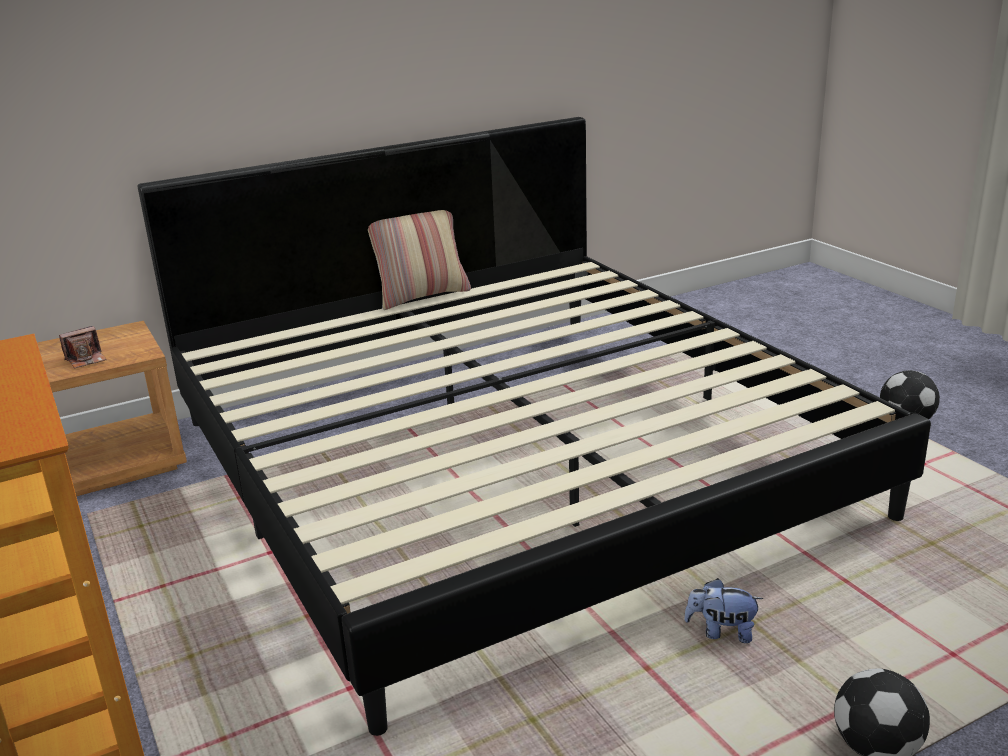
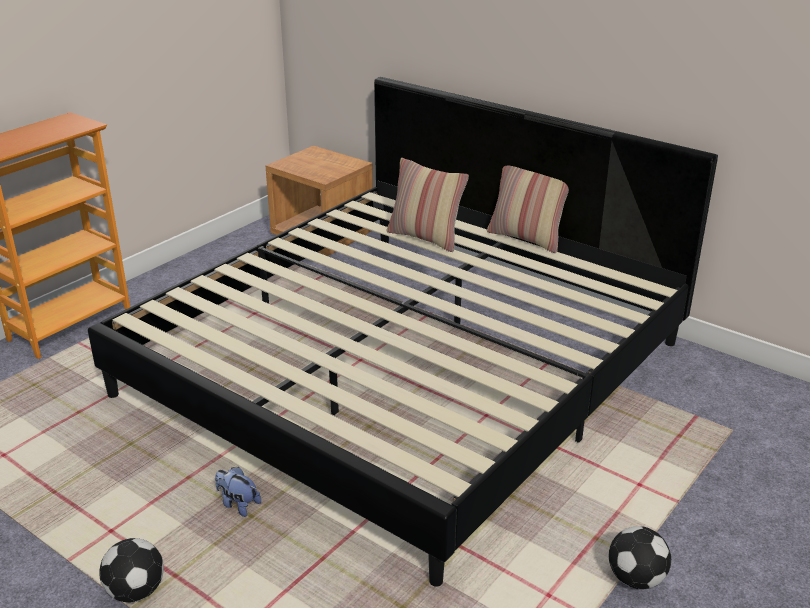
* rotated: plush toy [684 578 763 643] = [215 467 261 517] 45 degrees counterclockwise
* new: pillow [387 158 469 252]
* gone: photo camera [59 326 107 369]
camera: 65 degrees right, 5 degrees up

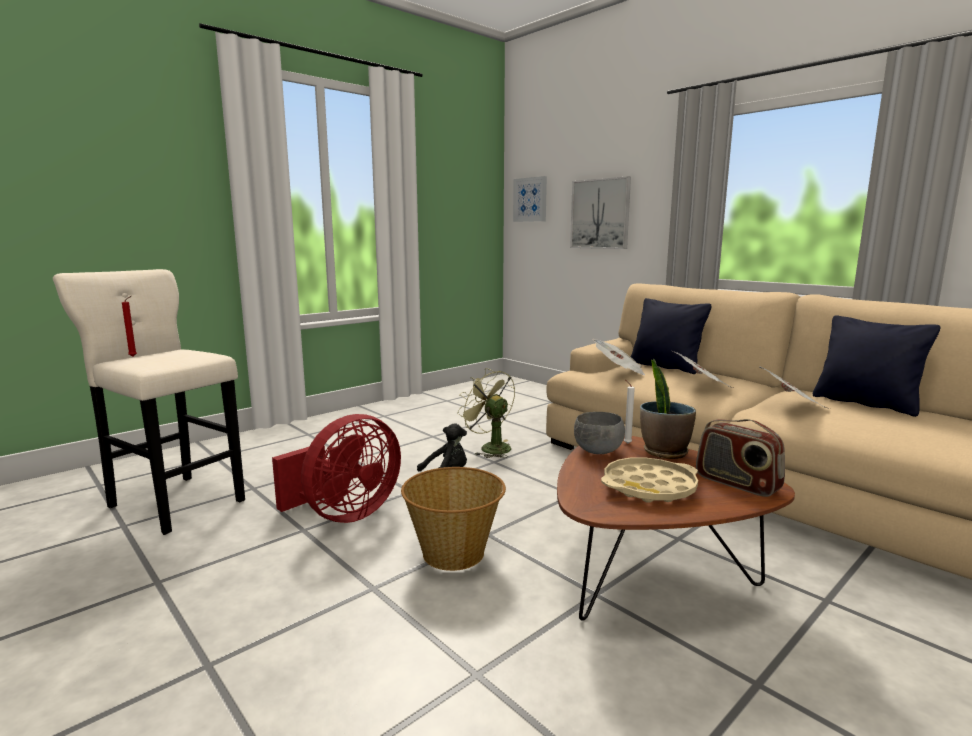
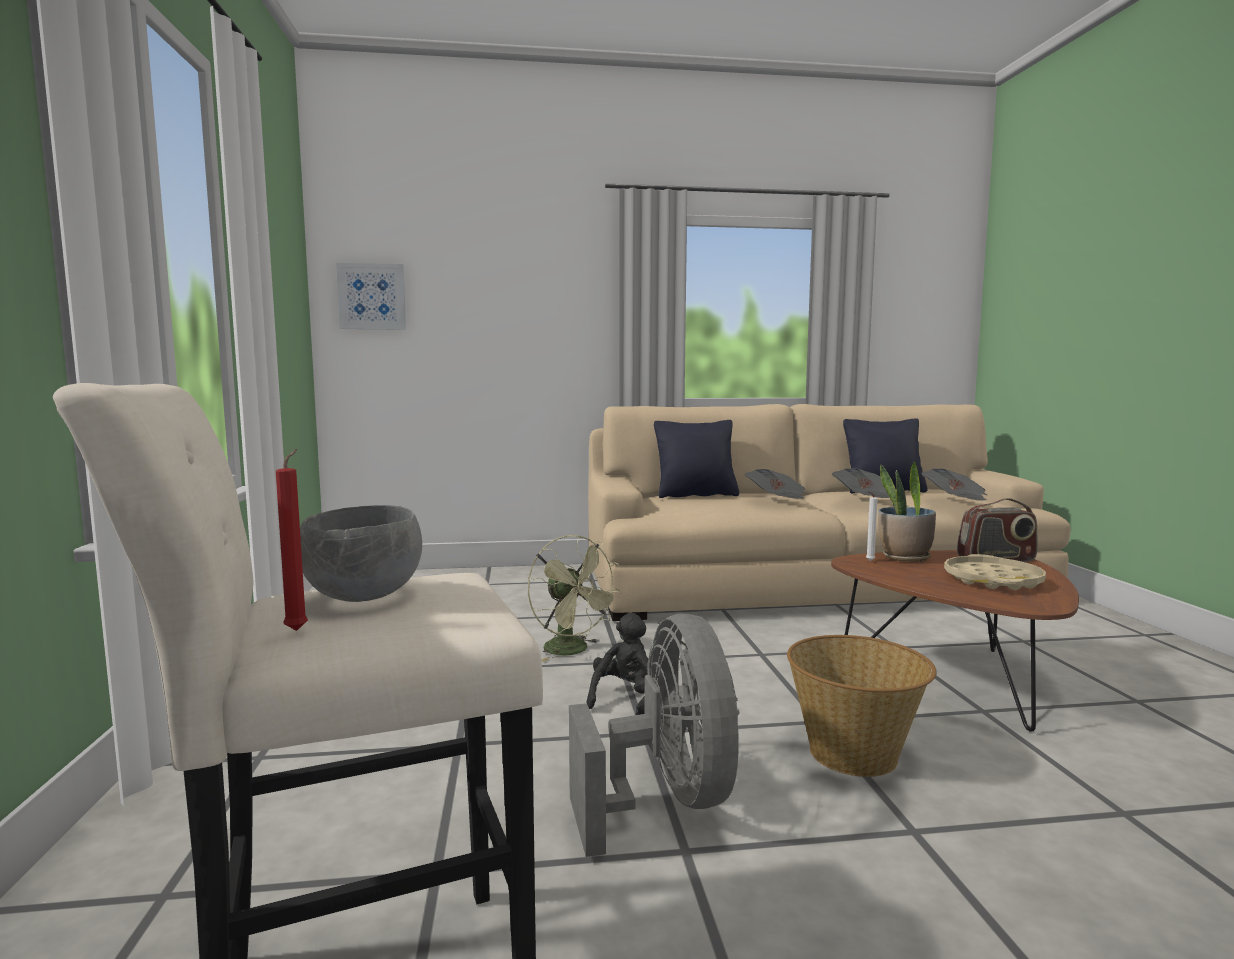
* shifted: bowl (grey) [574 412 625 454] to [300 505 422 602]
* rotated: fan (green) [457 368 515 458] = [528 535 622 662] 120 degrees counterclockwise
* repainted: fan (red) [272 414 401 523] to fan (grey) [569 613 739 857]
* shifted: newspaper [592 339 646 376] to [921 468 987 501]
* gone: picture [570 176 631 249]
camera: 55 degrees left, 5 degrees down

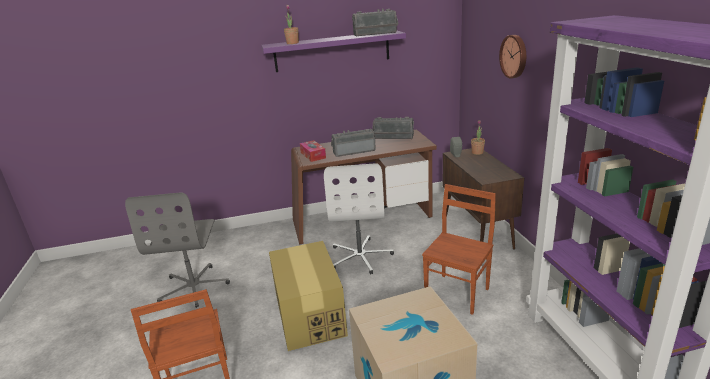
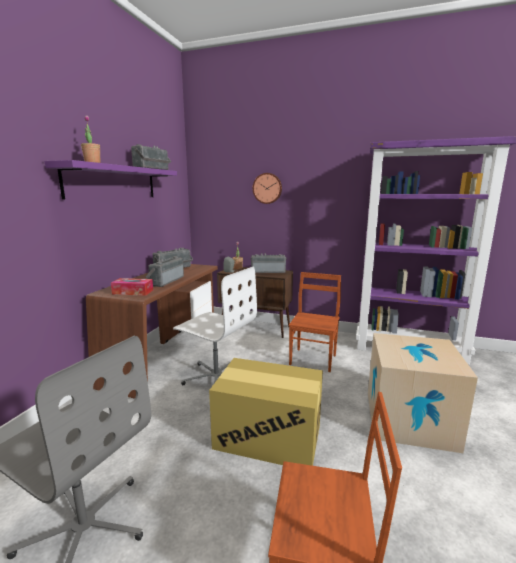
* new: radio [251 253 286 273]
* rotated: chair (brown) [422 184 496 315] = [289 272 341 372] 45 degrees clockwise
camera: 60 degrees left, 10 degrees down

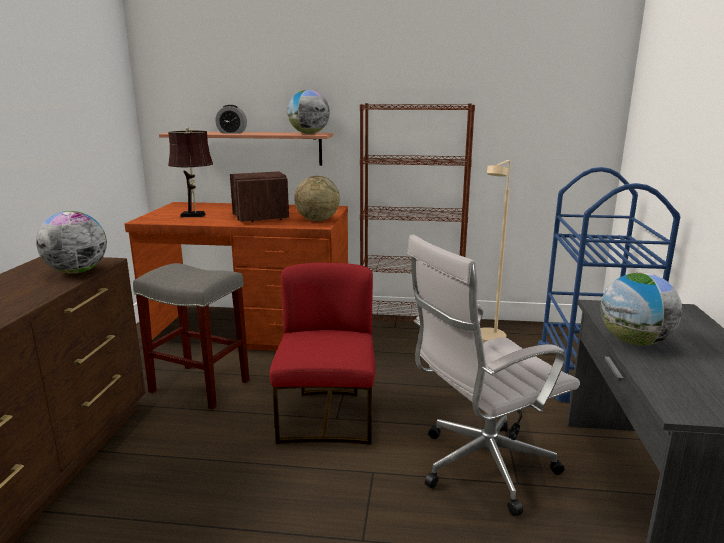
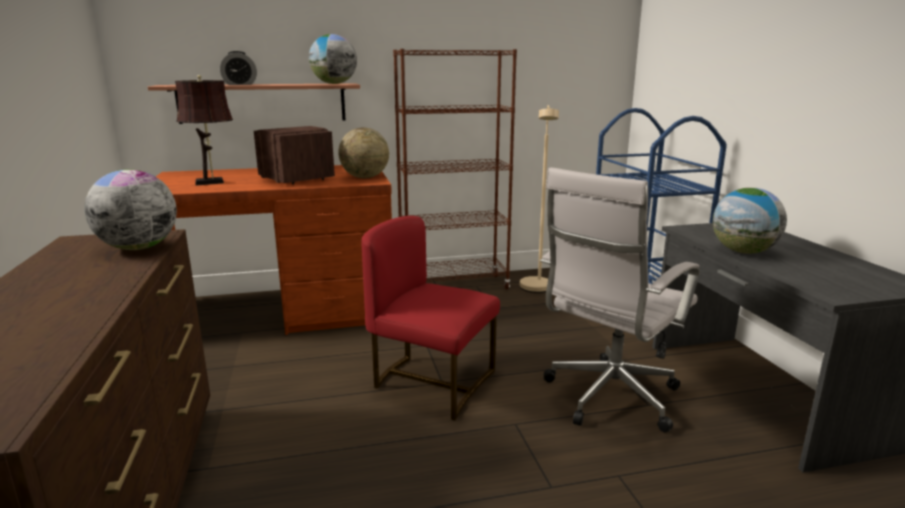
* rotated: chair (red) [270 263 375 445] = [362 216 500 421] 45 degrees counterclockwise
* gone: stool (grey) [133 263 249 410]
camera: 20 degrees left, 0 degrees up

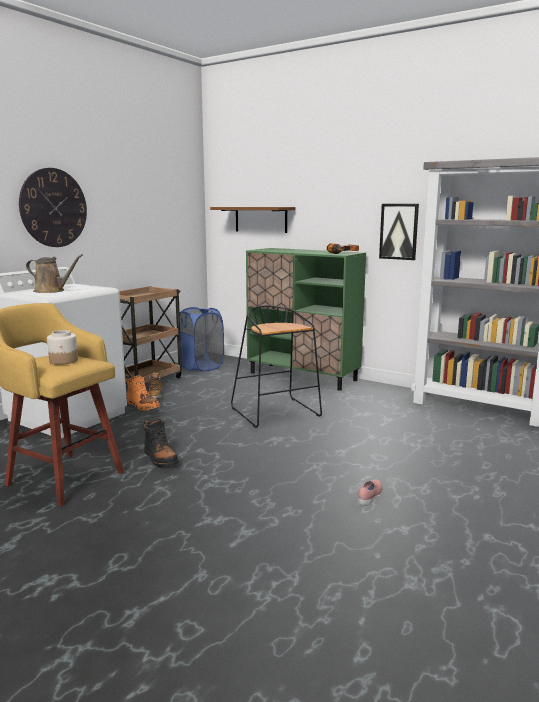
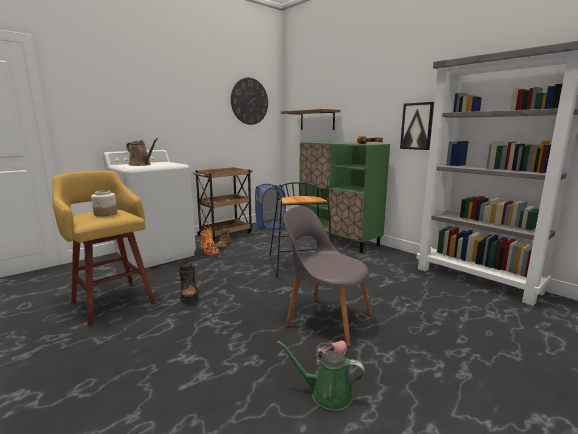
* shifted: wall clock [19 168 87 247] to [231 78 268 125]
* new: watering can (green) [277 341 365 411]
* new: chair (grey) [284 206 371 346]
camera: 15 degrees right, 0 degrees up

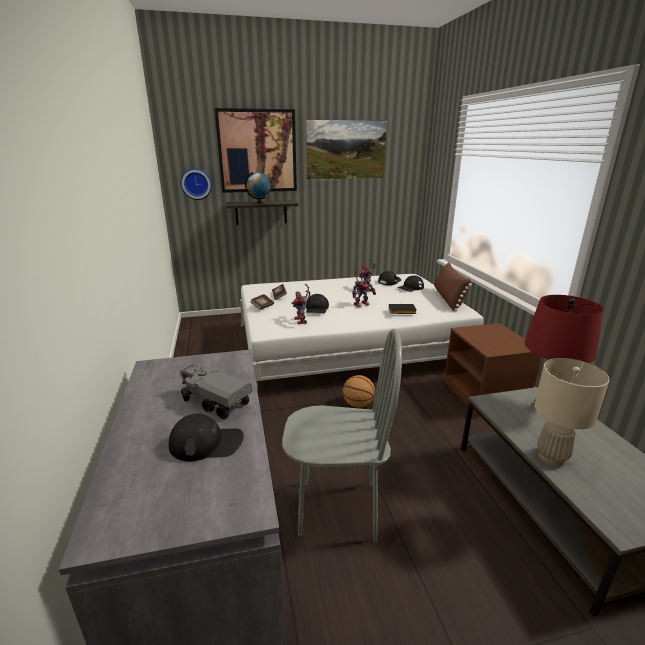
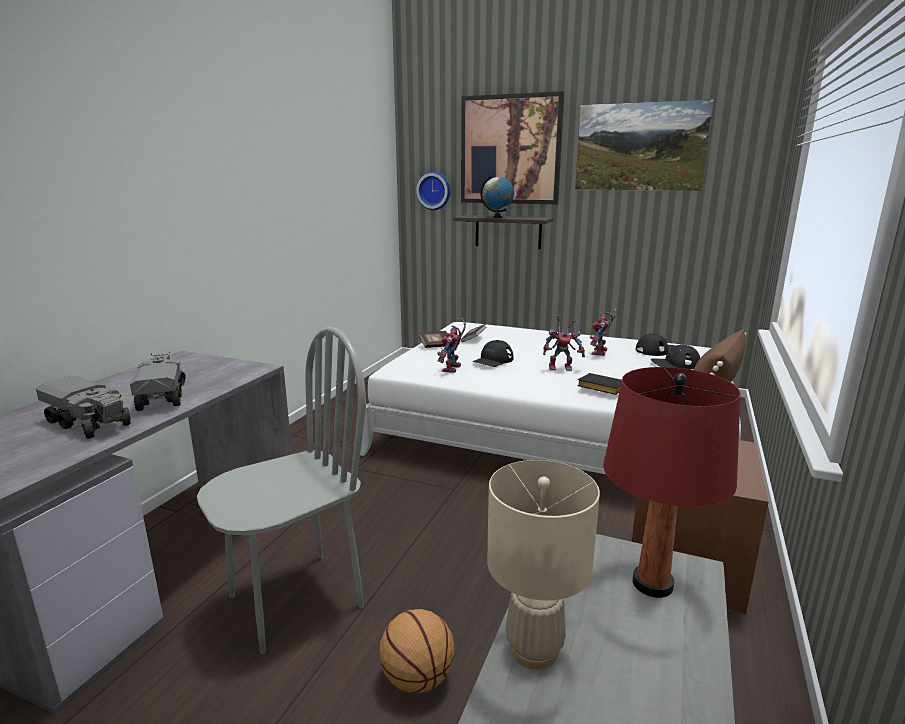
* swapped: cap (black) [168 413 244 461] to toy truck [36 376 131 439]
* rotated: chair (grey) [282 328 402 542] = [197 327 366 654] 75 degrees counterclockwise
* shifted: basketball [343 375 375 408] to [379 609 455 694]
camera: 35 degrees right, 5 degrees down

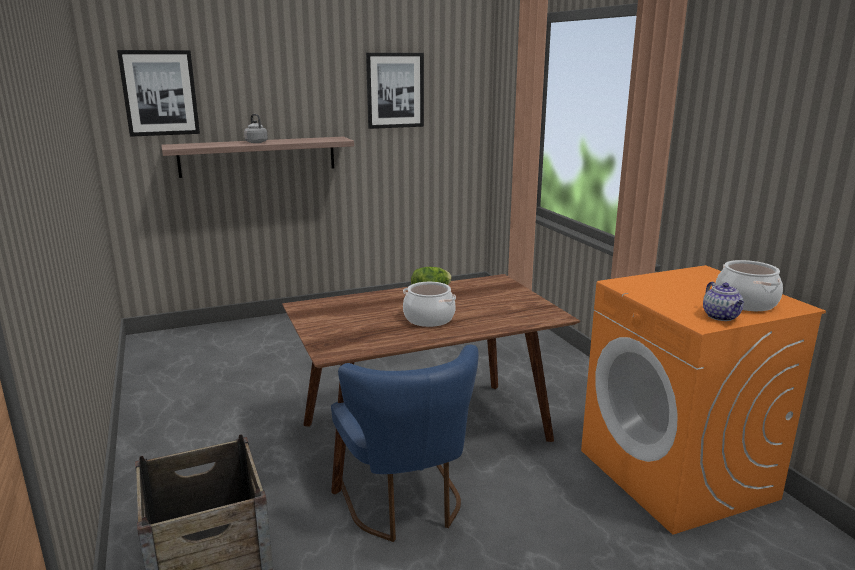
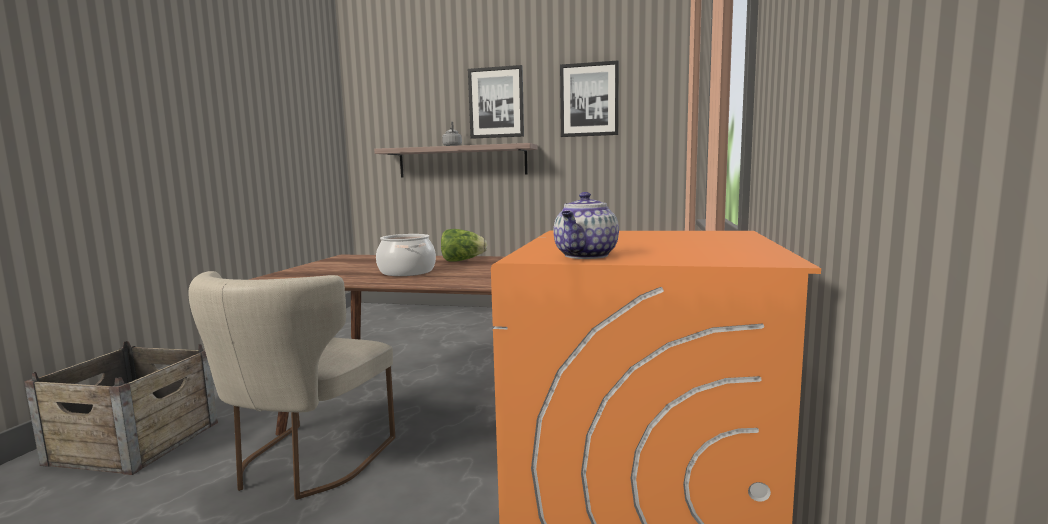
* repainted: chair (blue) [331 345 479 542] to chair (beige) [188 271 395 500]
* shifted: picture [117 50 200 137] to [468 65 524 139]
* gone: cooking pot [715 260 783 311]
camera: 35 degrees right, 10 degrees down

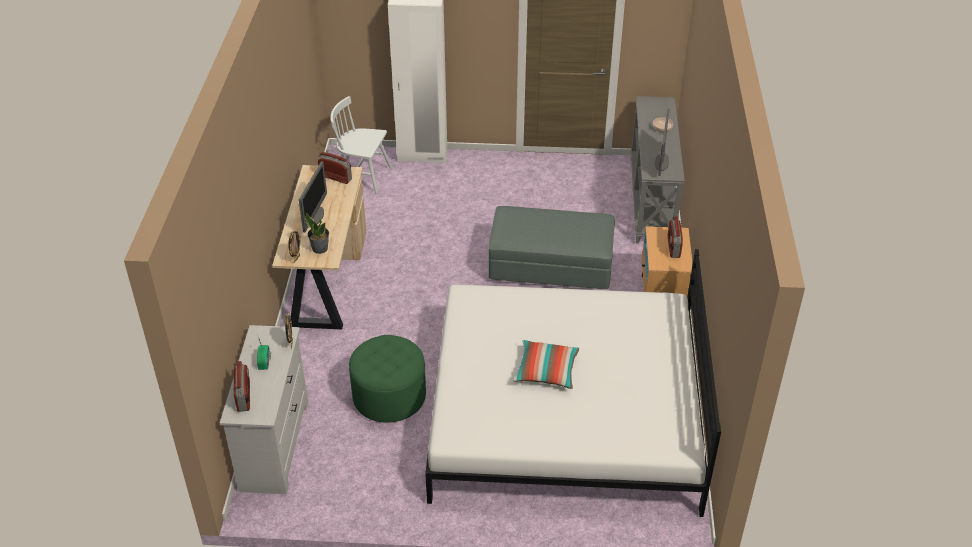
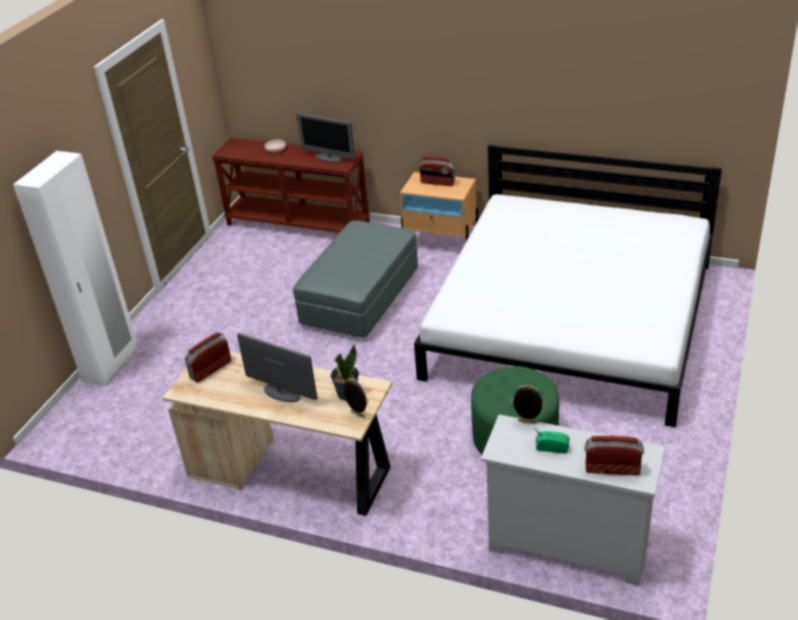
* repainted: console table (grey) [631 96 685 244] to console table (brown) [212 138 370 233]
* gone: chair (white) [331 96 392 193]
* gone: pillow [513 340 579 389]
camera: 70 degrees left, 5 degrees down

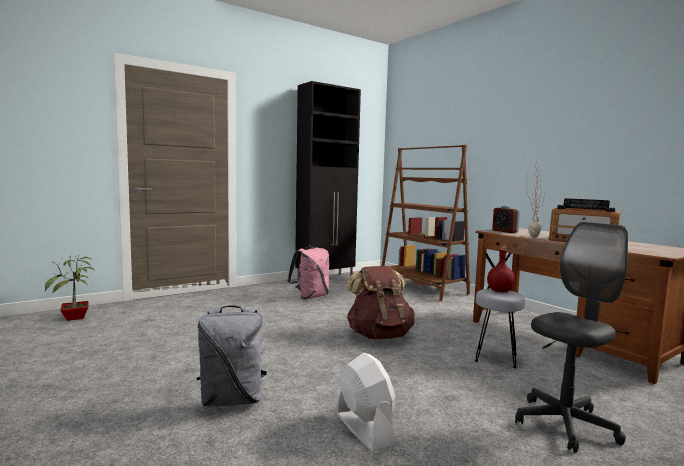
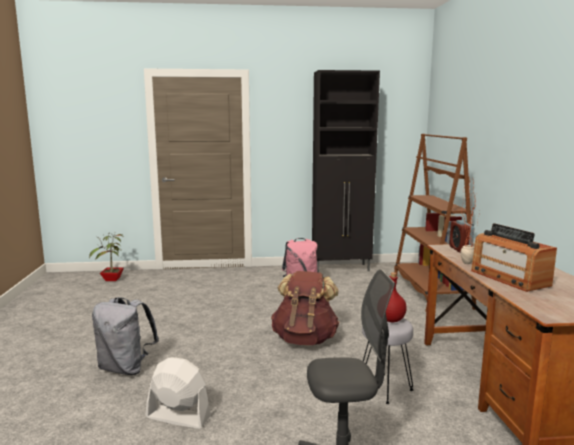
* rotated: fan (white) [336 353 395 451] = [145 357 211 429] 75 degrees counterclockwise
camera: 30 degrees right, 5 degrees up

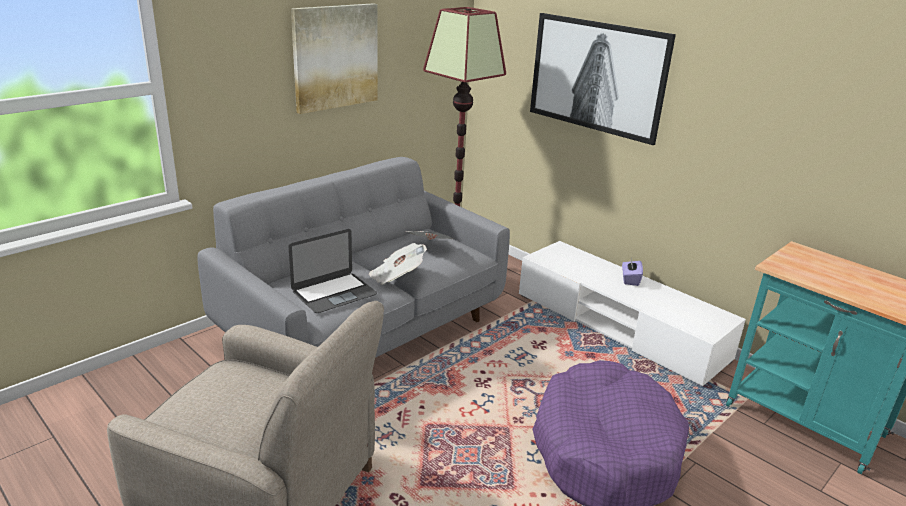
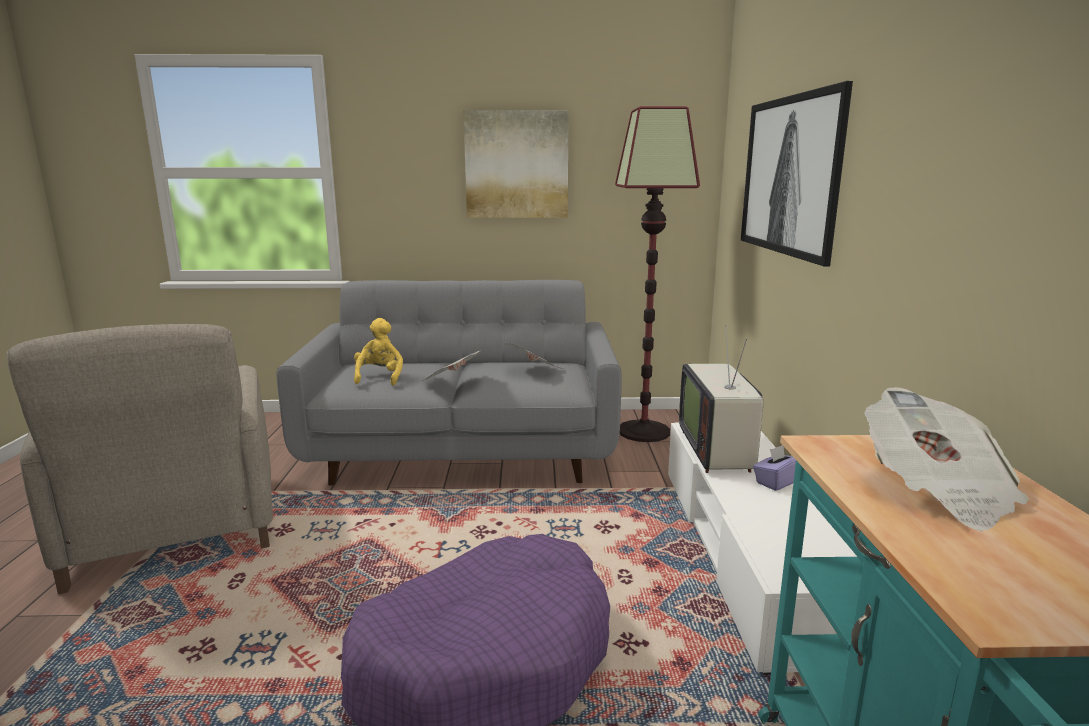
* swapped: laptop [289 229 377 313] to plush toy (yellow) [354 318 403 385]
* new: television [679 325 764 473]
* new: newspaper [864 387 1029 532]
camera: 45 degrees right, 10 degrees down

